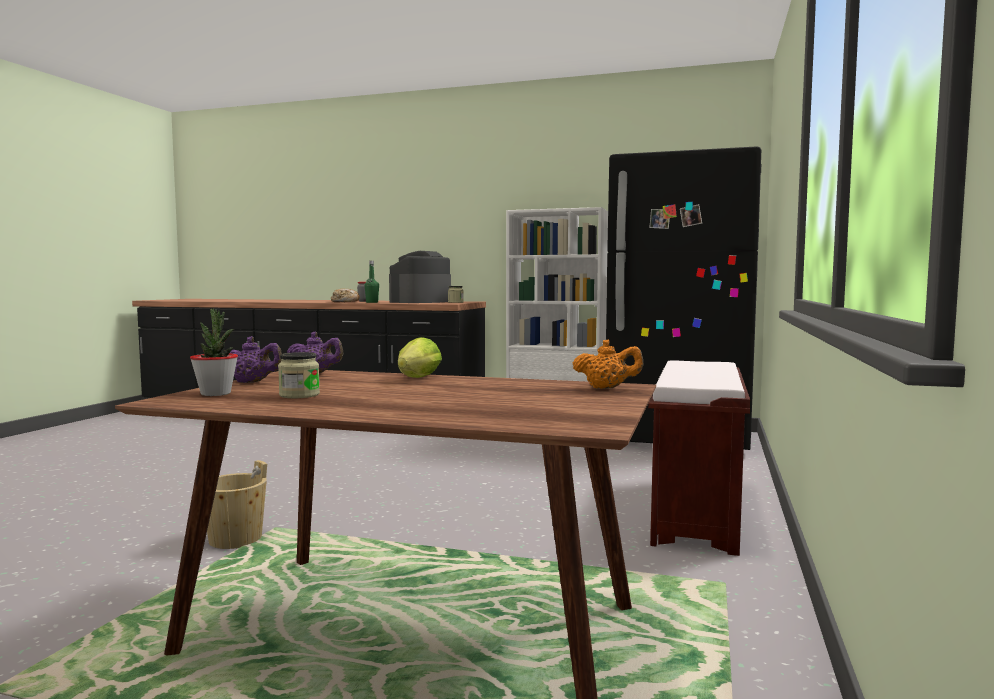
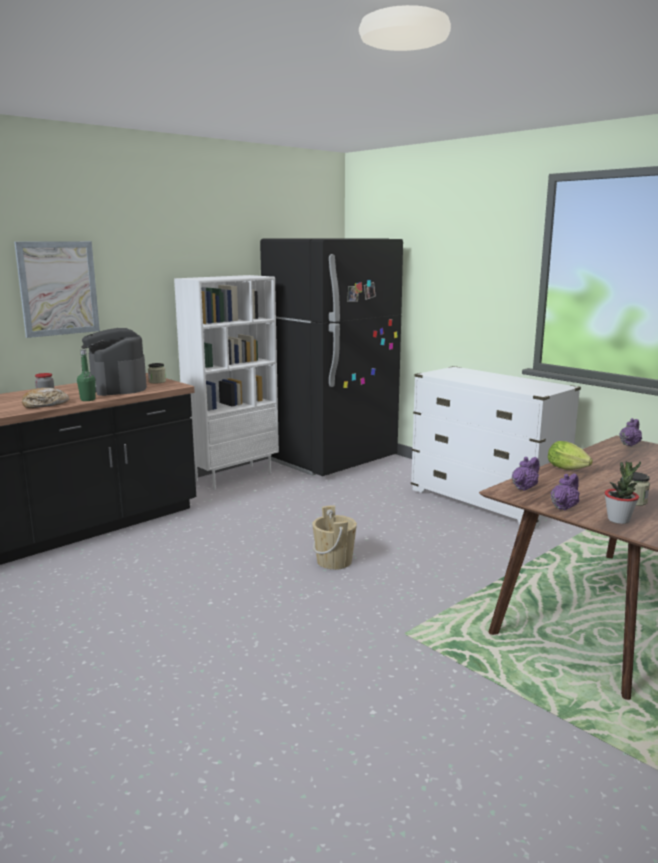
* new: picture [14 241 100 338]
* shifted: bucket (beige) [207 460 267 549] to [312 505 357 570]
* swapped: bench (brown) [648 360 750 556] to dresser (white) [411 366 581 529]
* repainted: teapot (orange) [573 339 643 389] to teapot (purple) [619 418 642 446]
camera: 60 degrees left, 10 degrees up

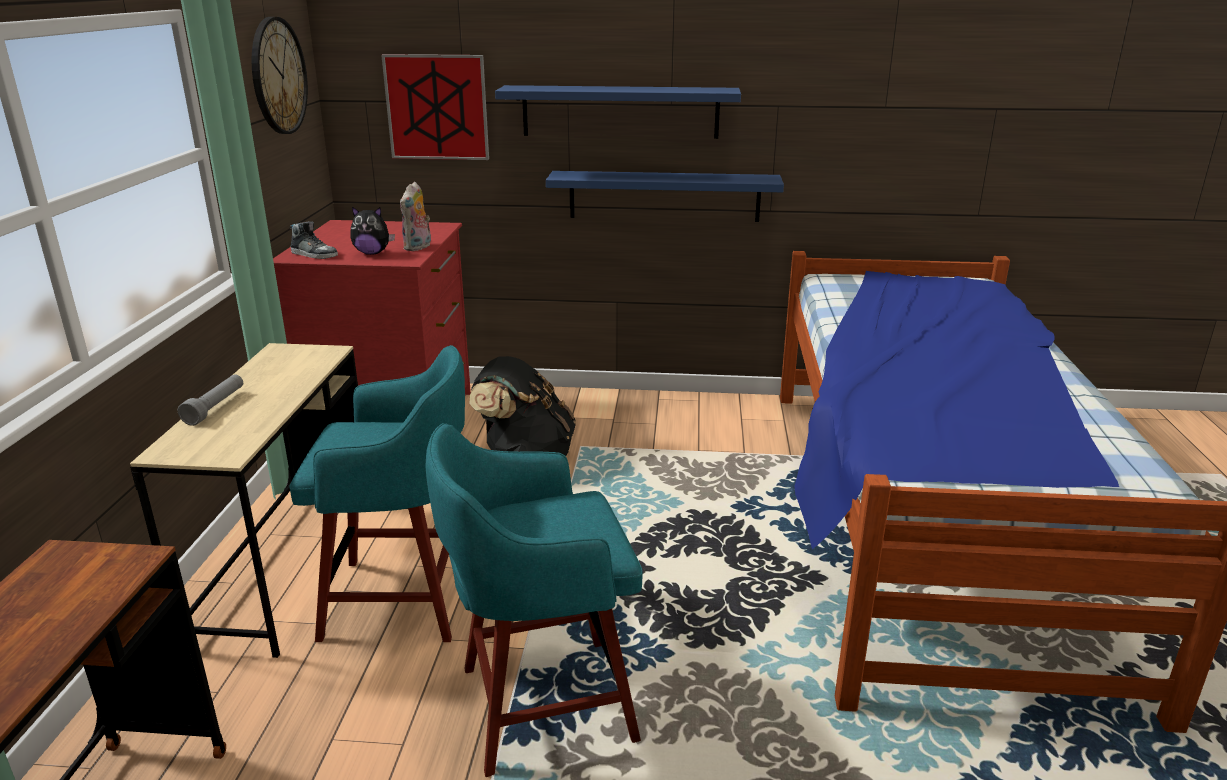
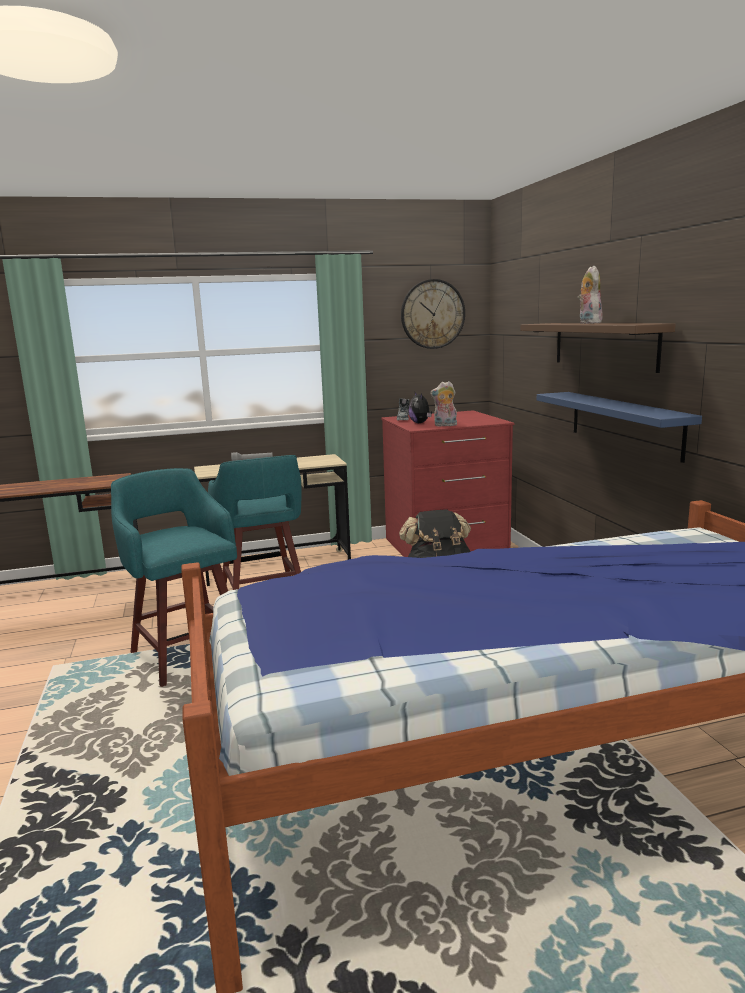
* repainted: shelf (blue) [495 85 741 139] to shelf (brown) [520 323 676 373]
* new: plush toy [577 266 603 324]
* gone: picture [381 54 489 160]
camera: 70 degrees right, 10 degrees down

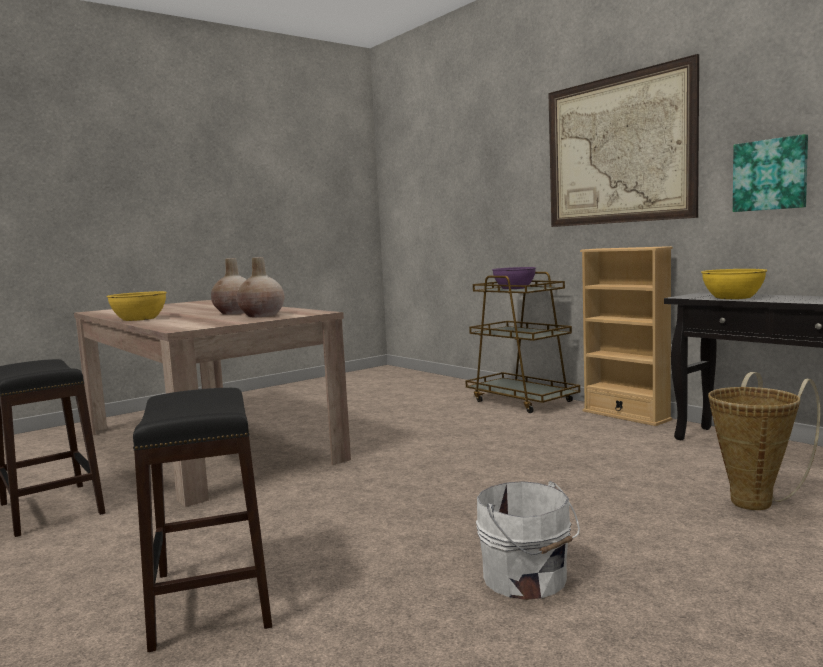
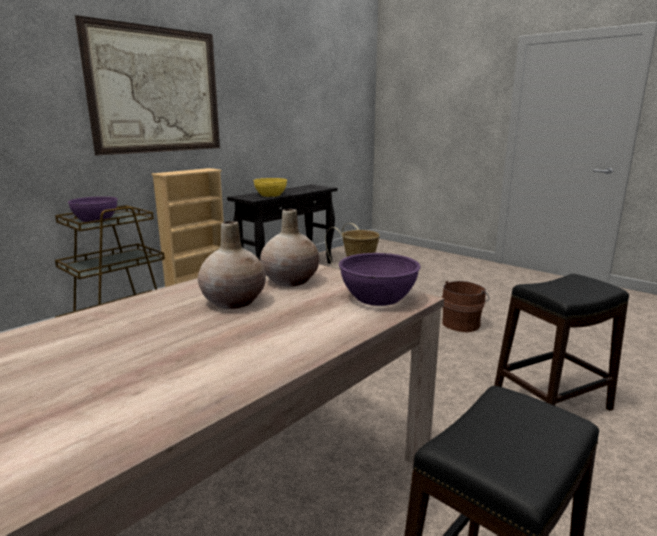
* new: bowl (purple) [339 253 421 306]
* repainted: bucket (white) [476 481 580 600] to bucket (brown) [442 281 489 332]
* gone: bowl (yellow) [106 291 167 321]
* gone: picture [733 134 808 212]
camera: 100 degrees left, 10 degrees up

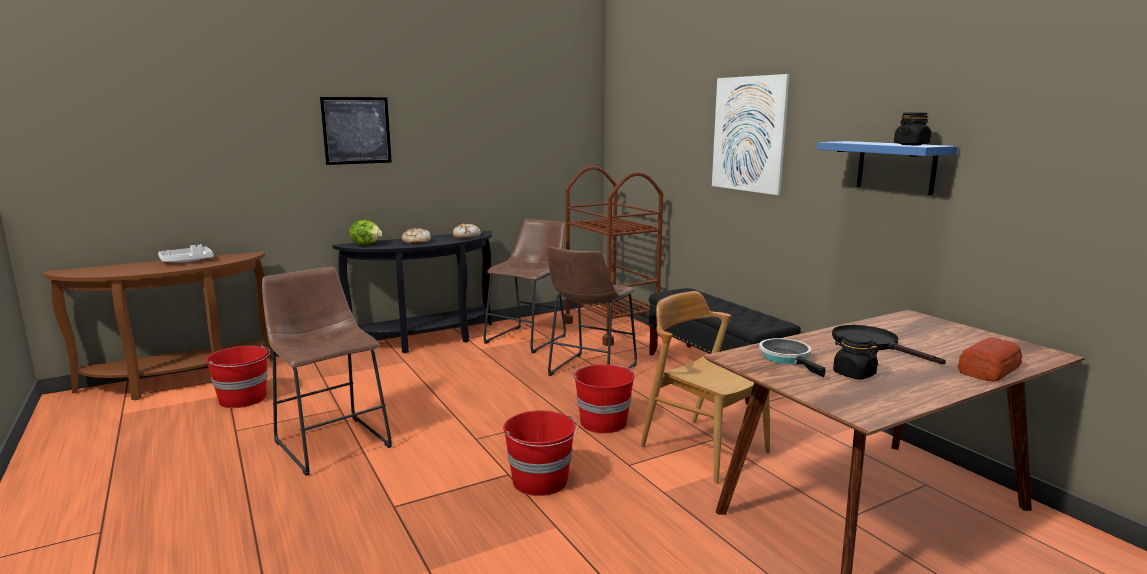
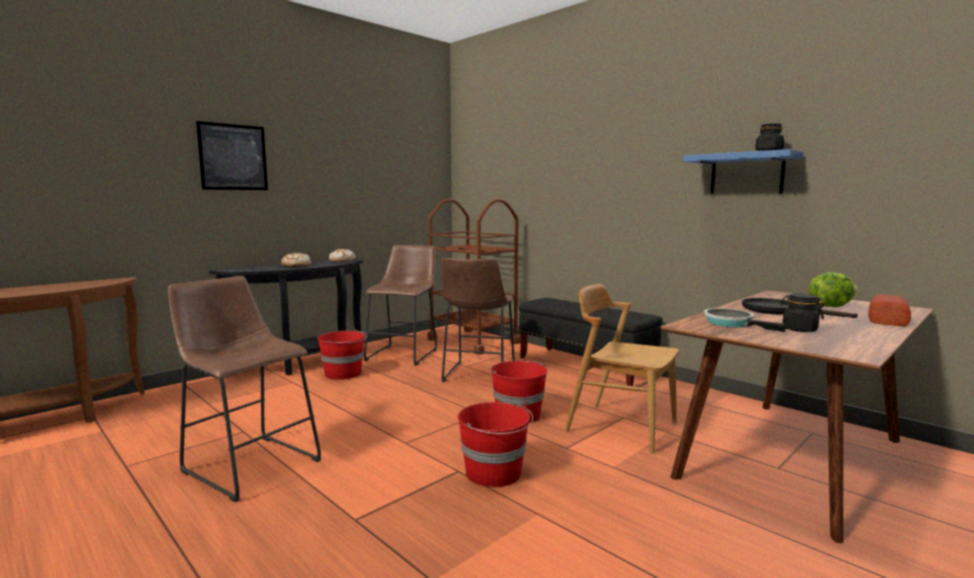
* shifted: bucket (red) [206 345 270 408] to [317 330 367 380]
* shifted: lettuce [349 220 382 245] to [808 272 858 307]
* gone: tray (grey) [158 244 214 262]
* gone: picture [712 74 790 195]
camera: 15 degrees left, 5 degrees down

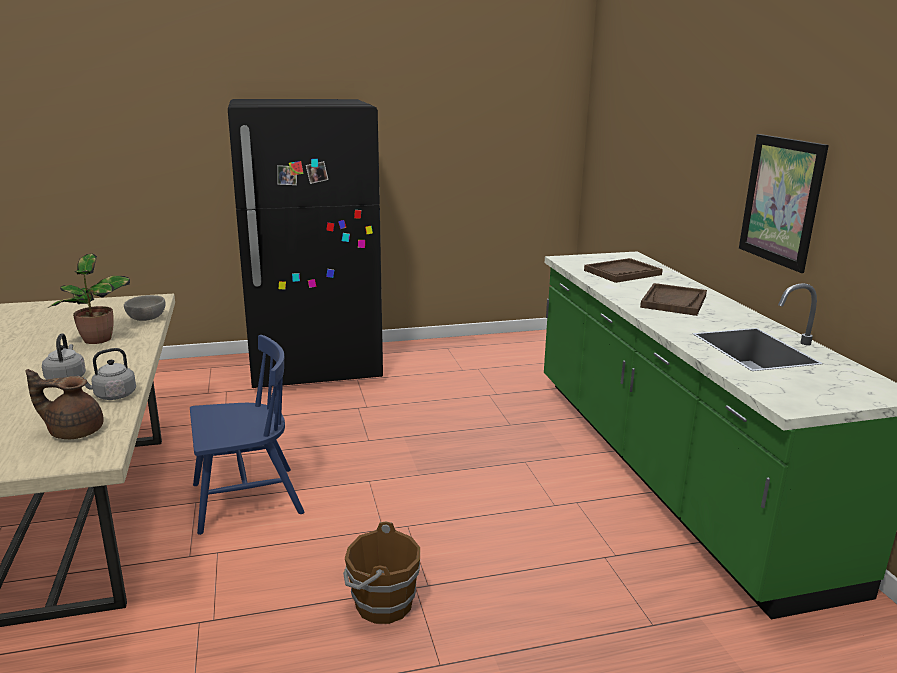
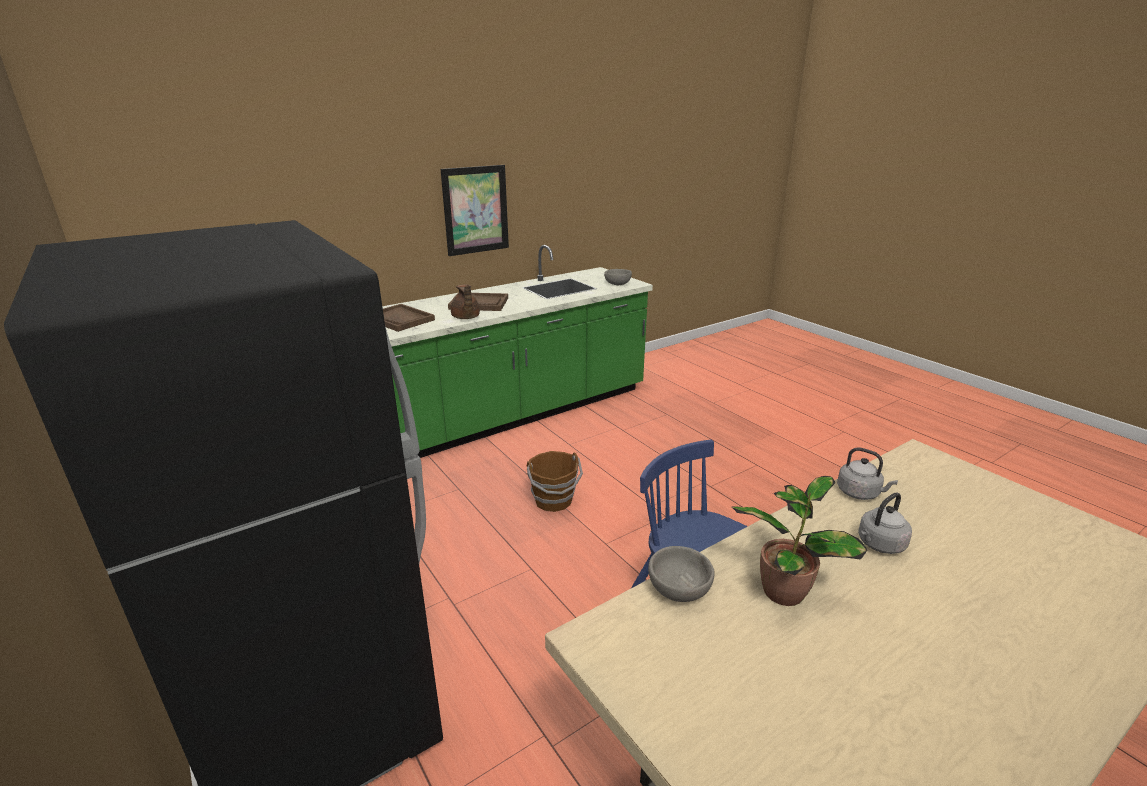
* shifted: teapot (brown) [26 369 104 439] to [451 285 480 319]
* shifted: bucket (brown) [343 522 420 624] to [527 451 583 512]
* new: bowl (grey) [604 269 632 285]
camera: 110 degrees left, 5 degrees up

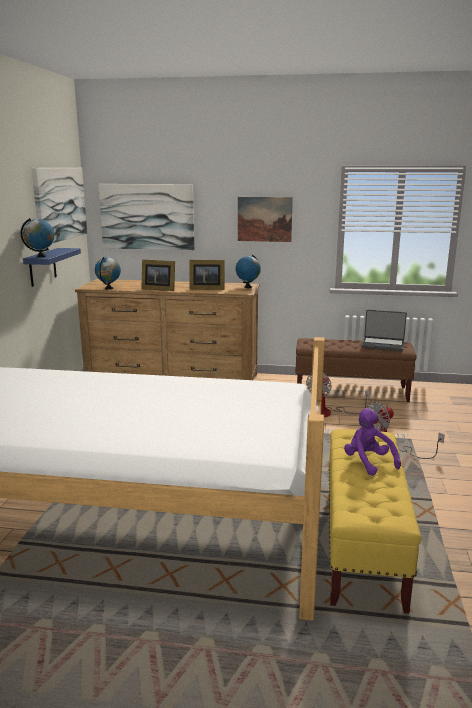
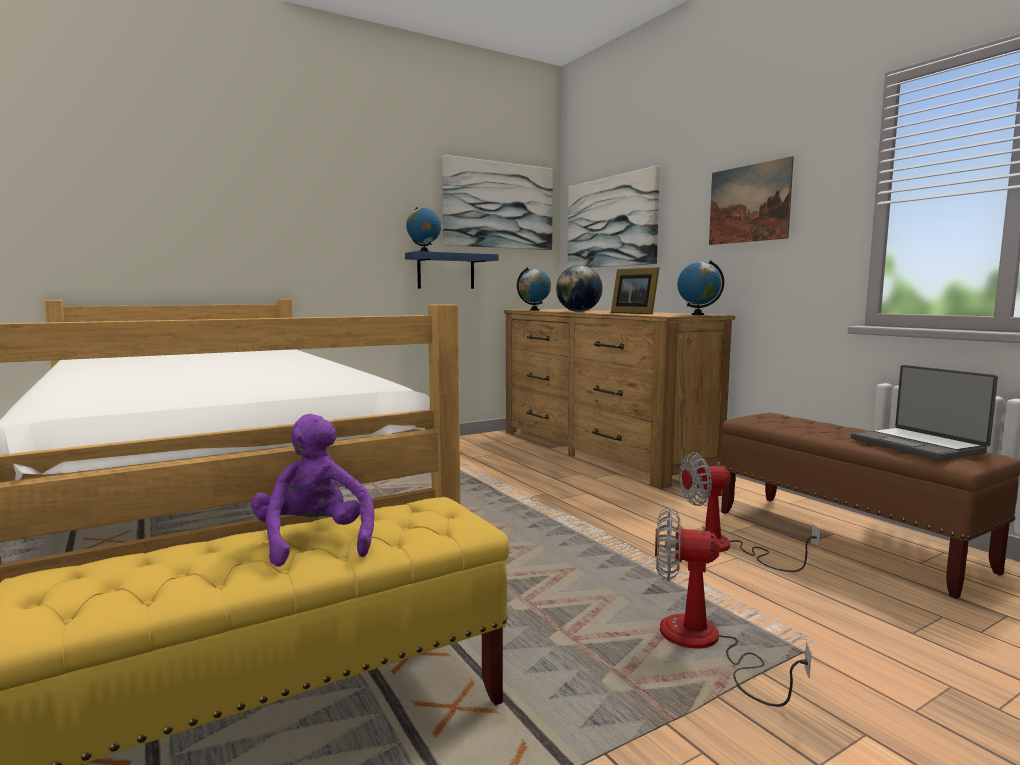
* rotated: plush toy (purple) [344 408 401 476] = [251 414 375 567] 45 degrees counterclockwise
* swapped: picture frame [141 260 175 291] to globe [556 265 603 312]
camera: 50 degrees right, 10 degrees down

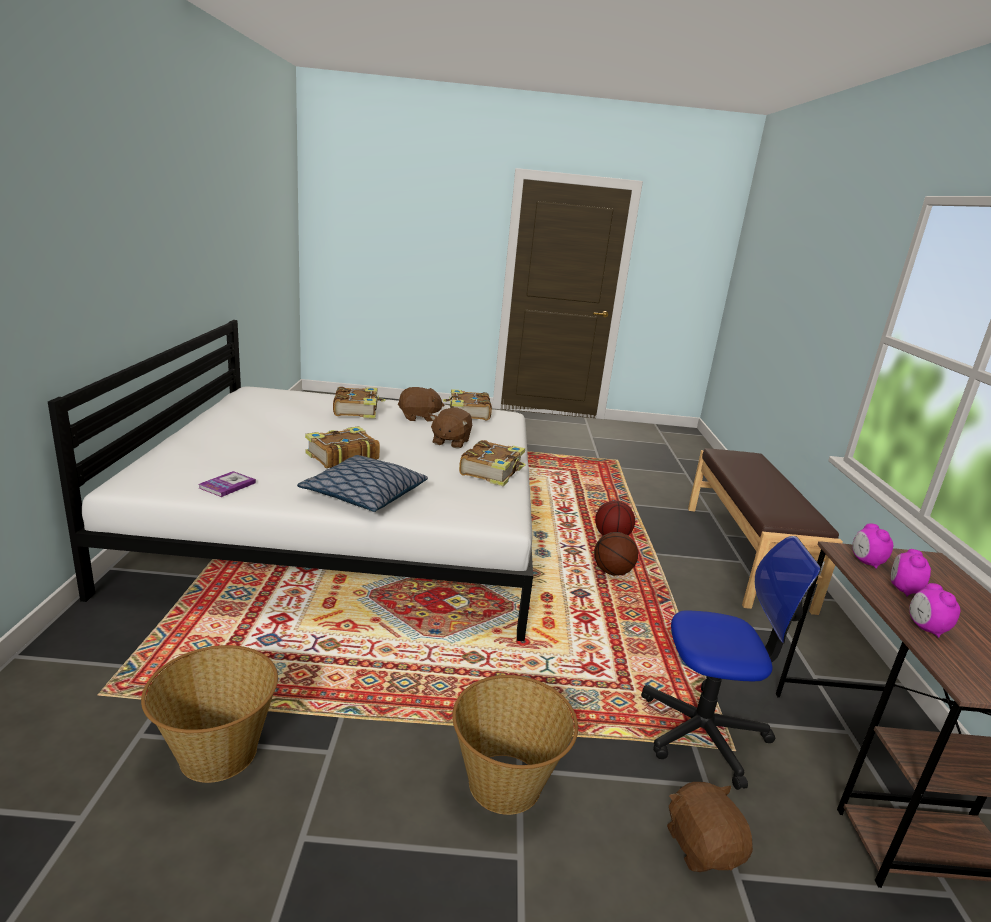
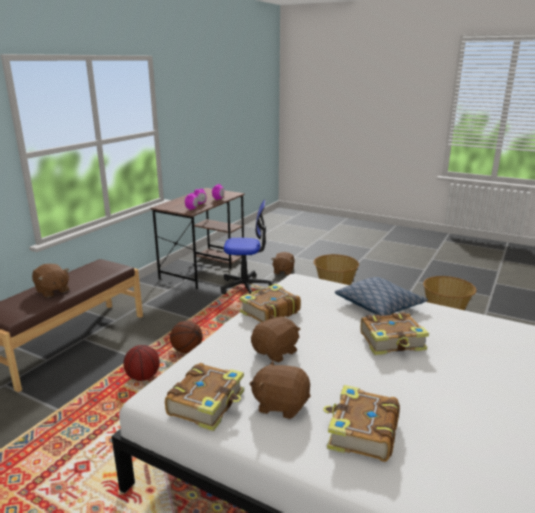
* new: plush toy (brown) [32 264 69 298]
* rotated: office chair [641 536 821 790] = [221 200 274 294] 150 degrees clockwise
* gone: book [199 471 256 497]
camera: 150 degrees left, 0 degrees up

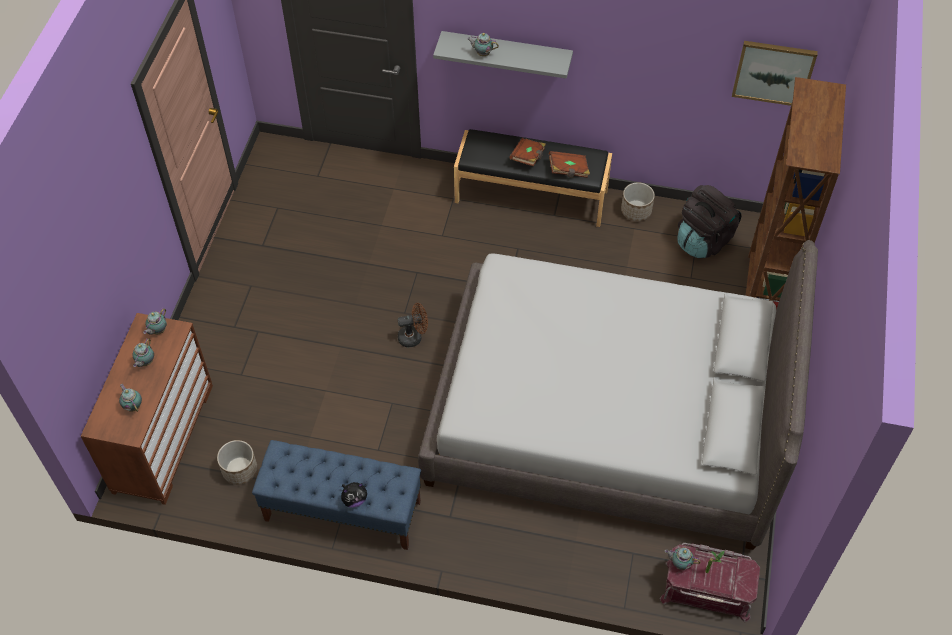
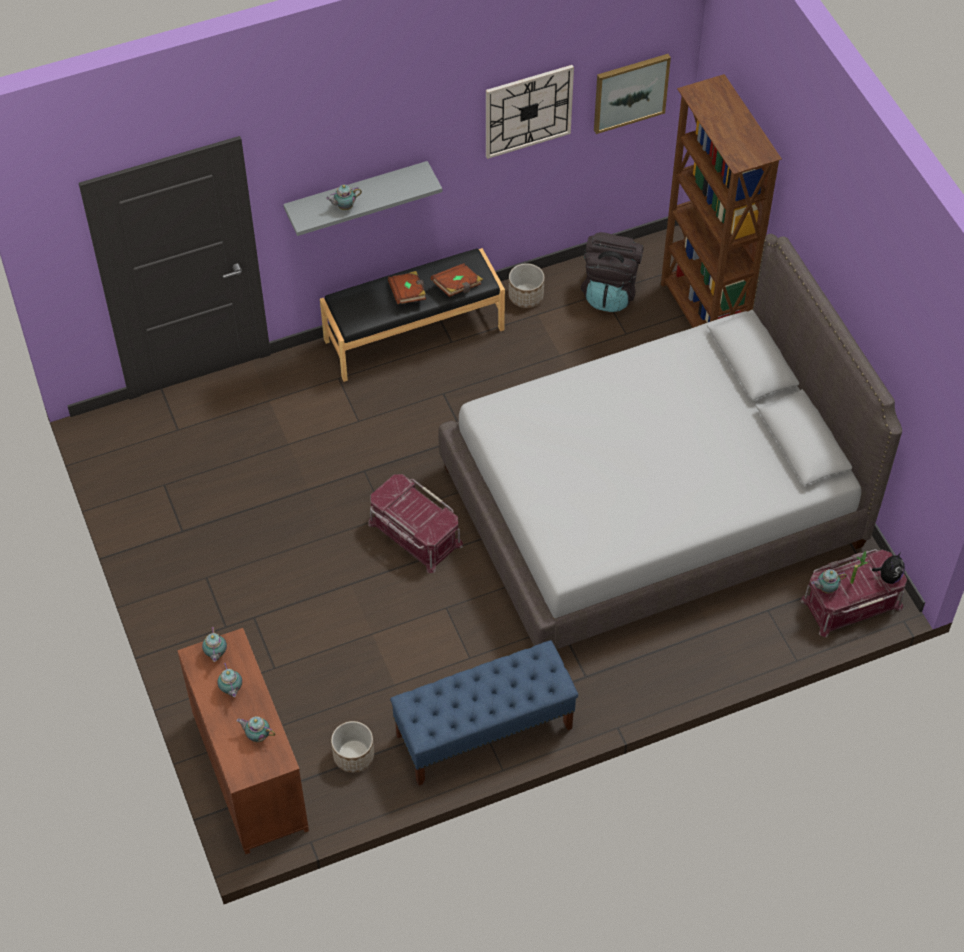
* swapped: fan (brown) [398 303 428 347] to storage box (red) [368 474 463 573]
* new: wall clock [486 65 574 159]
* shifted: plush toy [341 482 367 507] to [872 552 905 584]
camera: 35 degrees left, 0 degrees up

